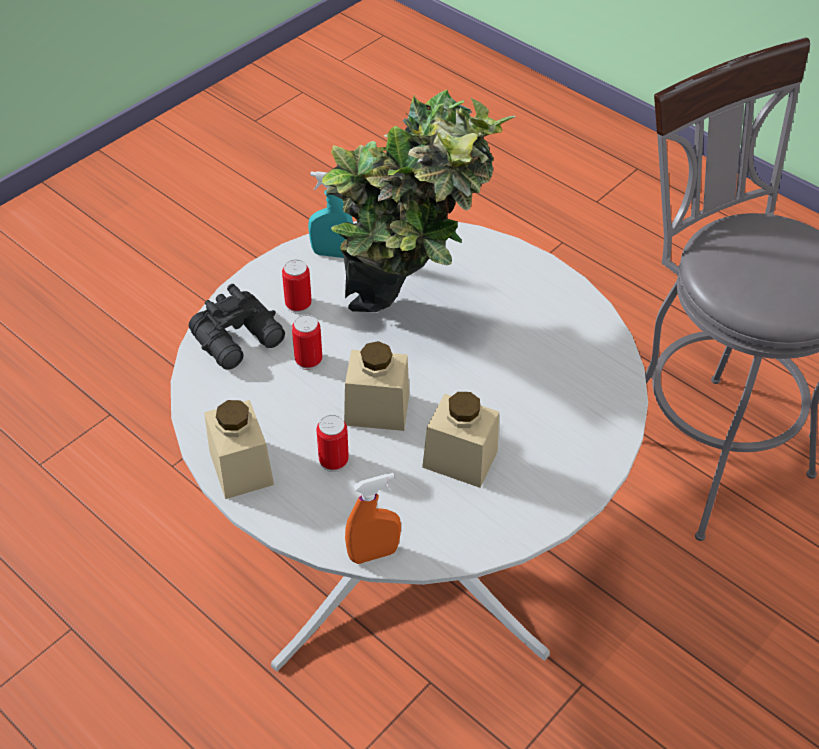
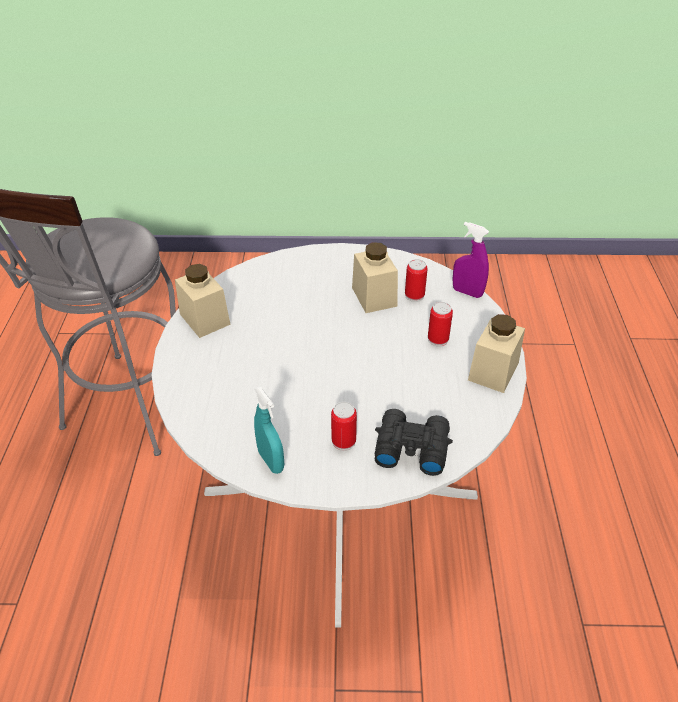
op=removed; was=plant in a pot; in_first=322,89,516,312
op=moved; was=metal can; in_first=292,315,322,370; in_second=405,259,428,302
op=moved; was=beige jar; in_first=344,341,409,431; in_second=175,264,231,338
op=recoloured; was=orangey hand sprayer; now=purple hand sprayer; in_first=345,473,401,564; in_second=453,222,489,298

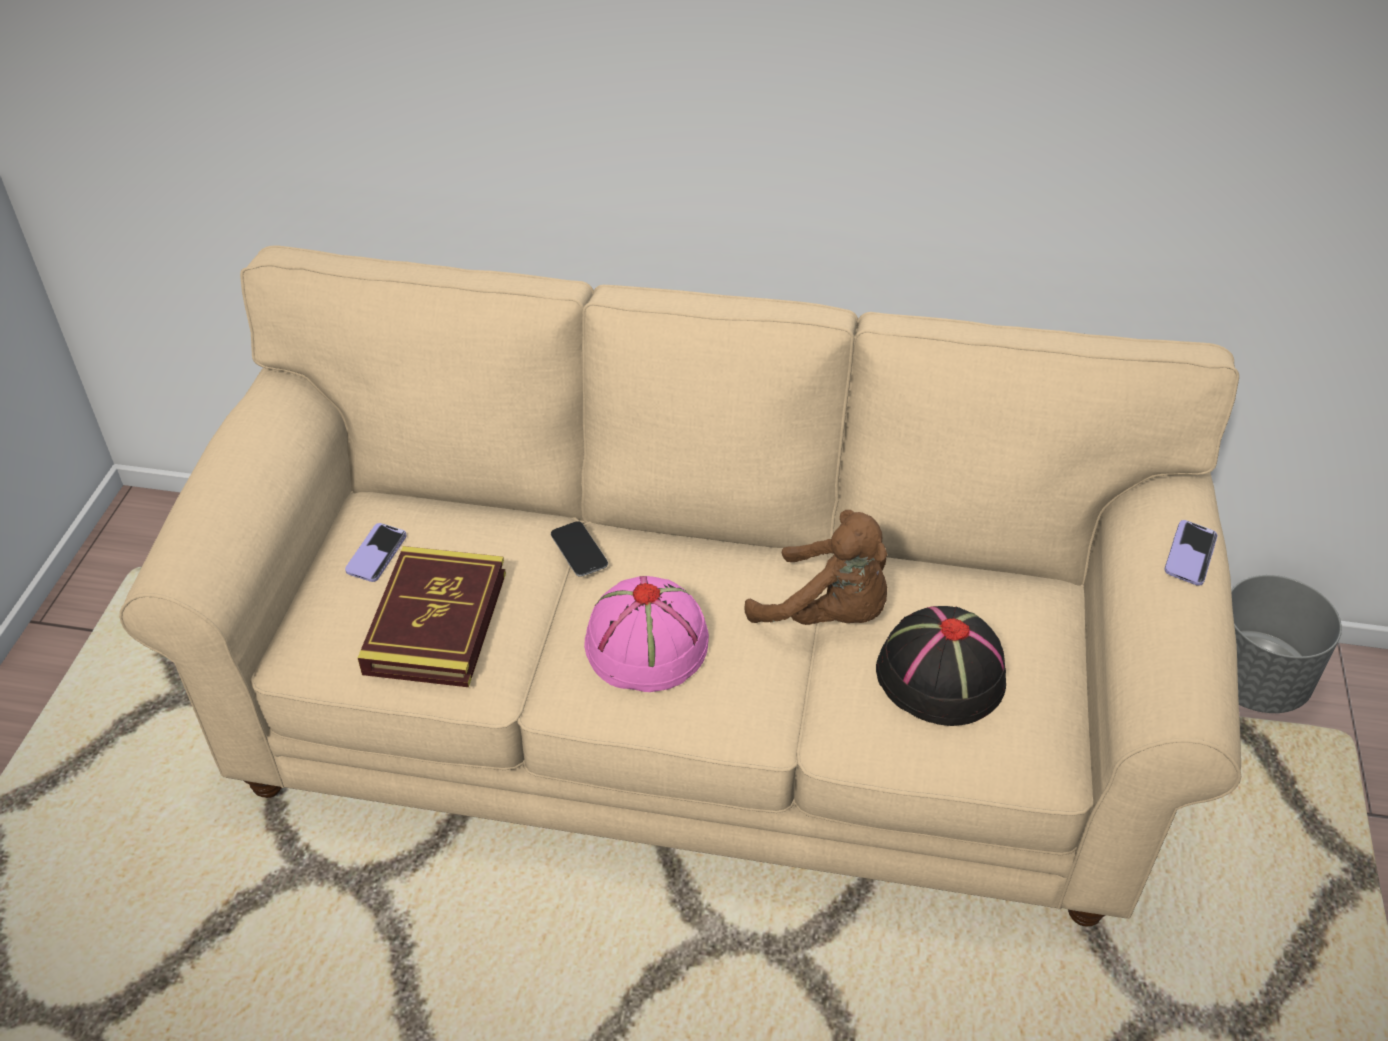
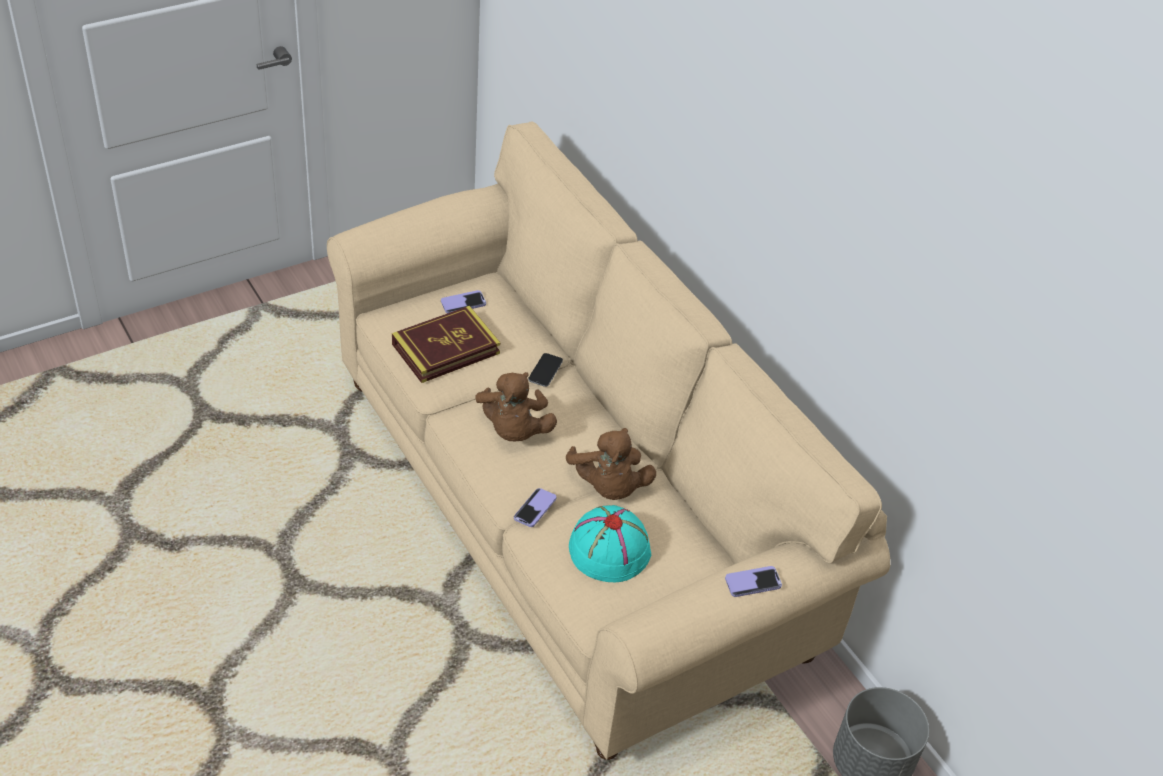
op=replaced; was=pink clothing hat; now=brownish plush toy; in_first=584,576,709,692; in_second=476,372,557,442
op=recoloured; was=blackish clothing hat; now=turquoise-coloured clothing hat; in_first=876,606,1006,726; in_second=569,505,651,582
op=added; now=telephone; in_second=514,488,556,527

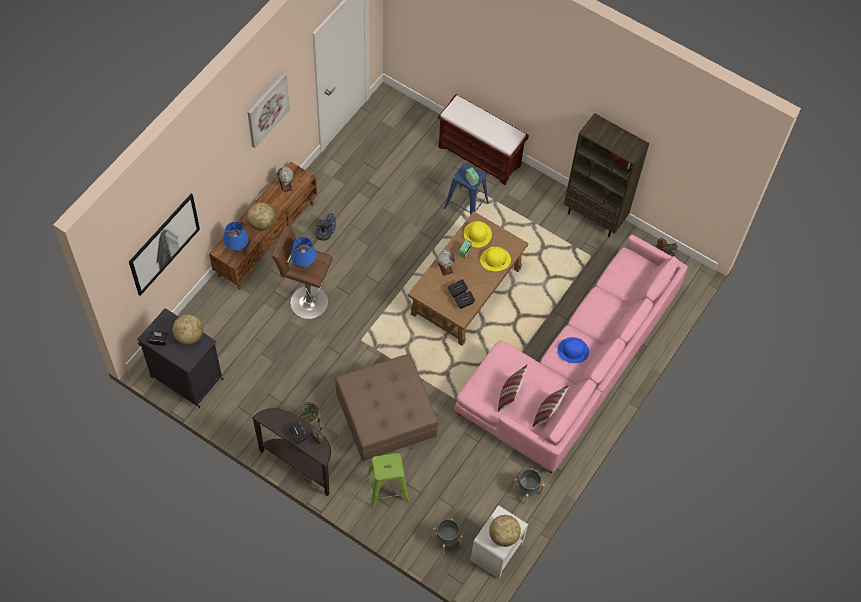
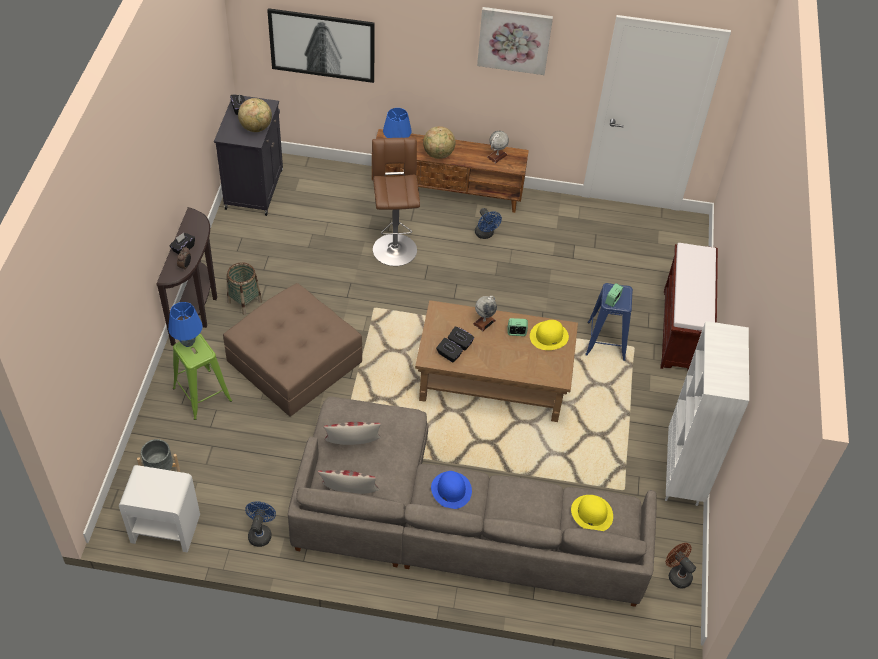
op=recoloured; was=brownish shelving unit; now=white-coloured shelving unit; in_first=564,113,649,237; in_second=665,321,749,506
op=recoloured; was=pink couch; now=greyish couch; in_first=455,235,688,473; in_second=288,397,657,607
op=moved; was=bluish lamp for a table; in_first=291,237,317,268; in_second=168,302,203,347
op=moved; was=yellow clothing hat; in_first=480,247,511,271; in_second=571,495,613,531
op=replaced; was=greyish flower pot; now=bluish electric fan; in_first=513,468,545,505; in_second=245,501,276,547
op=removed; was=world globe; in_first=489,515,521,547

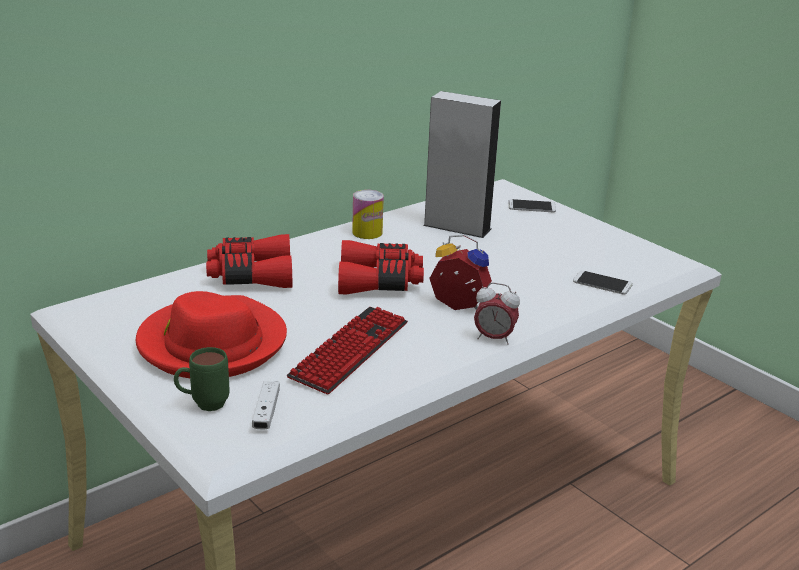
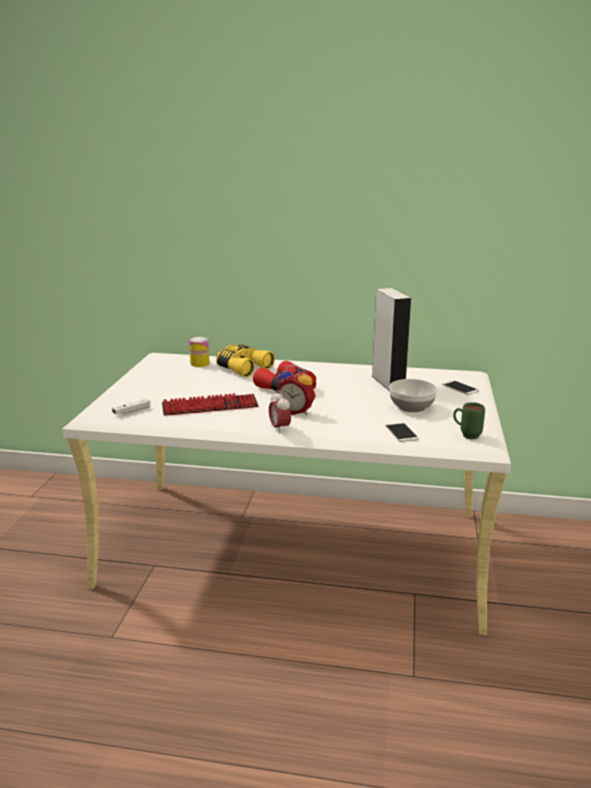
op=moved; was=metal can; in_first=352,190,384,239; in_second=189,337,210,367
op=recoloured; was=reddish binoculars; now=yellow binoculars; in_first=206,234,292,288; in_second=216,344,275,377
op=turned; was=alarm clock; in_first=429,235,492,310; in_second=276,365,316,415; clockwise=135
op=removed; was=reddish clothing hat; in_first=136,291,287,378
op=moved; was=green mug; in_first=174,347,230,411; in_second=453,402,485,439
op=added; now=bowl; in_second=389,379,437,413

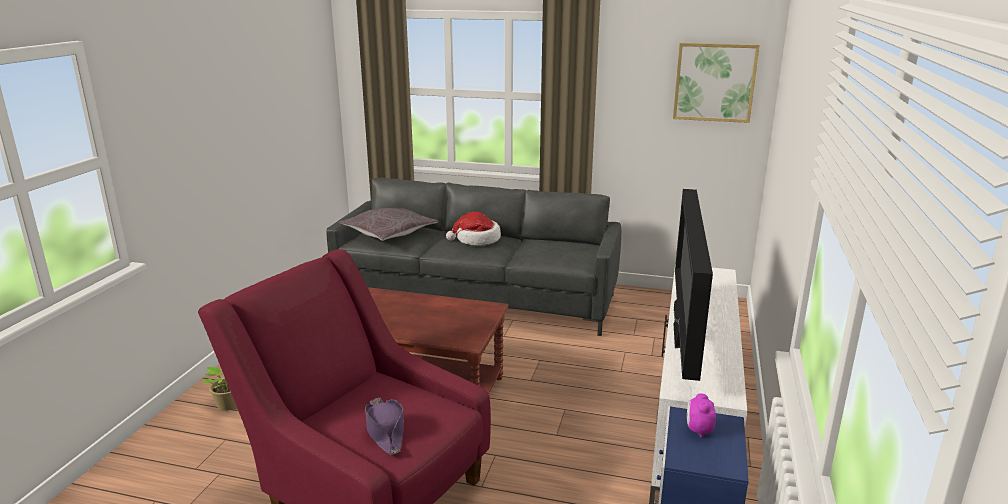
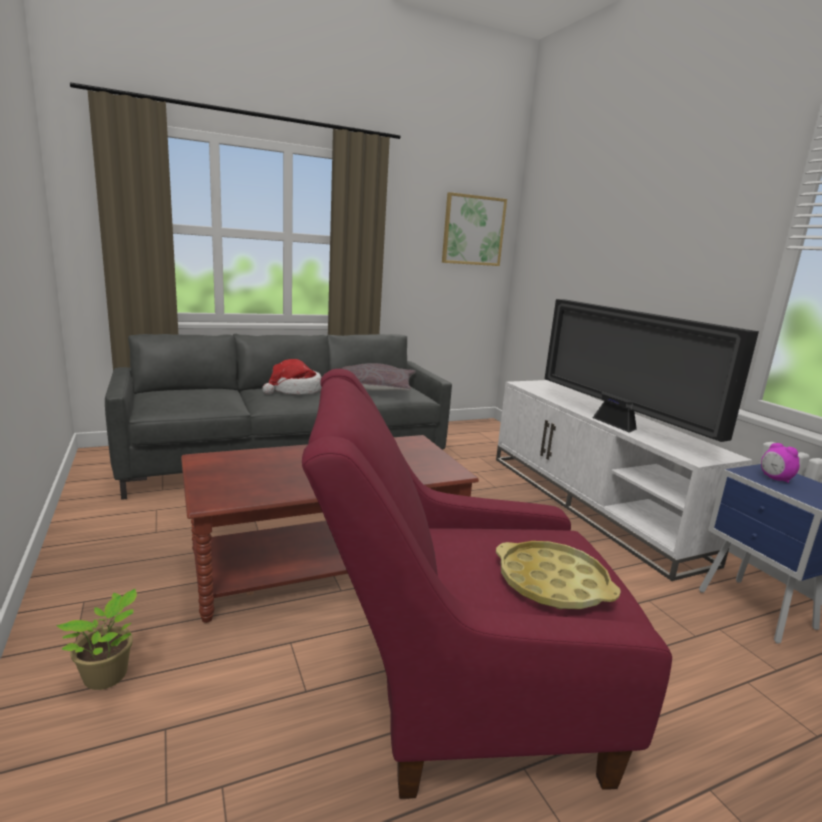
op=moved; was=greyish pillow; in_first=339,208,438,241; in_second=341,363,416,391
op=replaced; was=purple clothing hat; now=yellow carrying tray; in_first=365,397,404,455; in_second=496,541,621,609

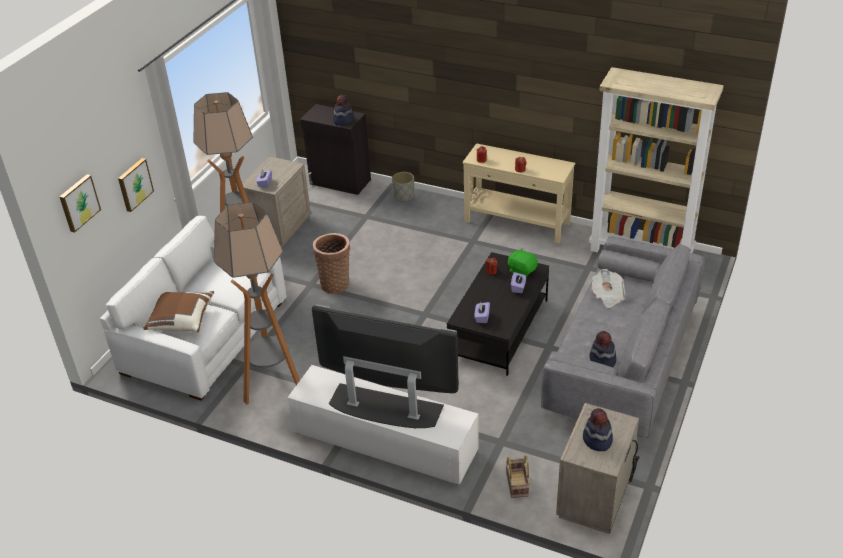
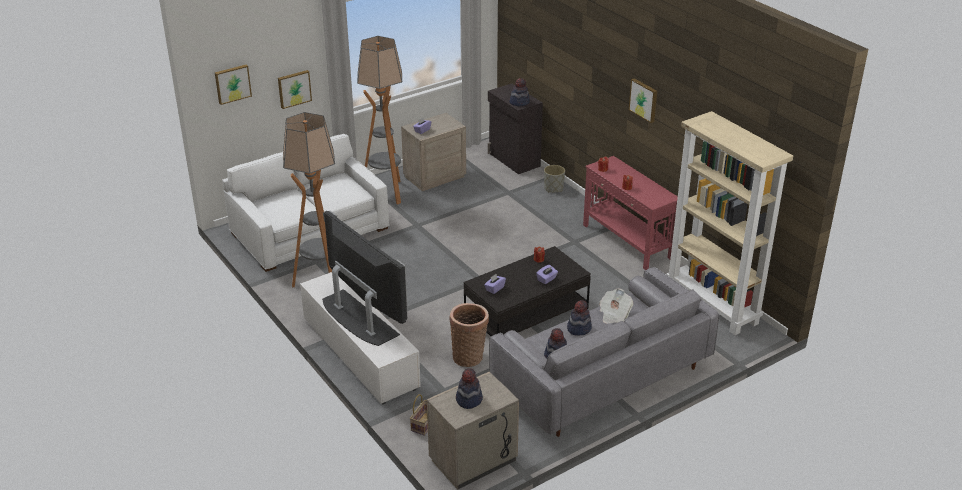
op=recoloured; was=beige console table; now=reddish console table; in_first=462,143,575,243; in_second=583,156,678,270
op=moved; was=storage basket; in_first=313,233,350,294; in_second=449,303,489,367
op=removed; was=green plush toy; in_first=508,248,538,277
op=removed; was=brownish pillow; in_first=143,291,214,333
op=added; now=wall picture; in_second=629,78,657,123
op=added; now=clothing hat; in_second=567,300,592,336

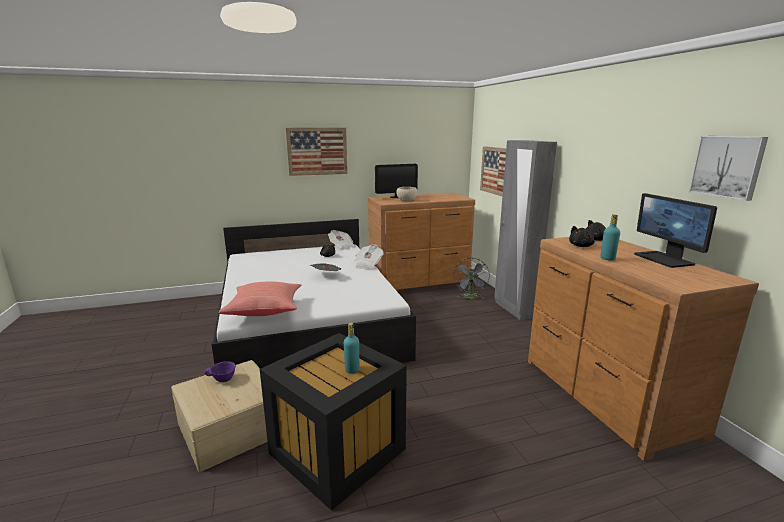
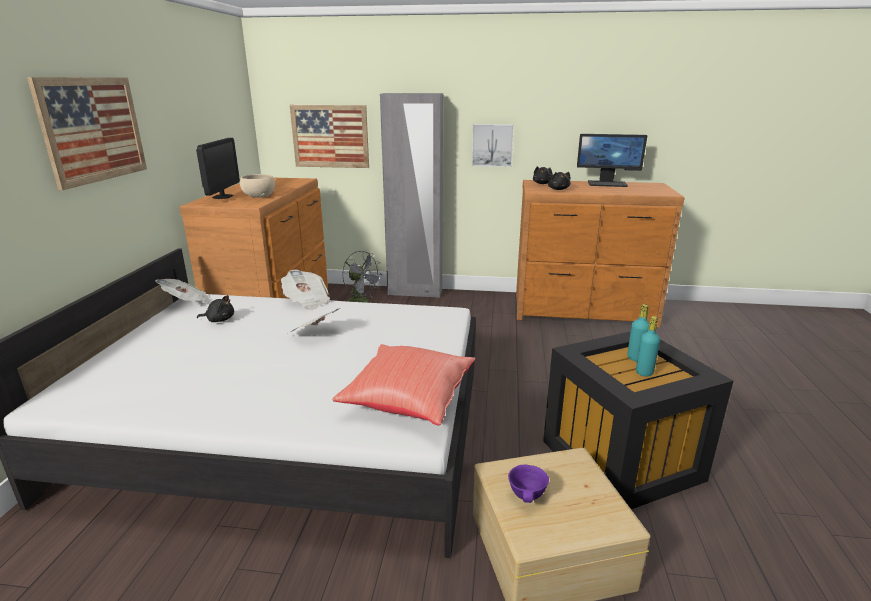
op=moved; was=wall picture; in_first=689,136,768,201; in_second=472,124,514,167
op=moved; was=turquoise-coloured bottle; in_first=600,214,620,261; in_second=636,316,660,376

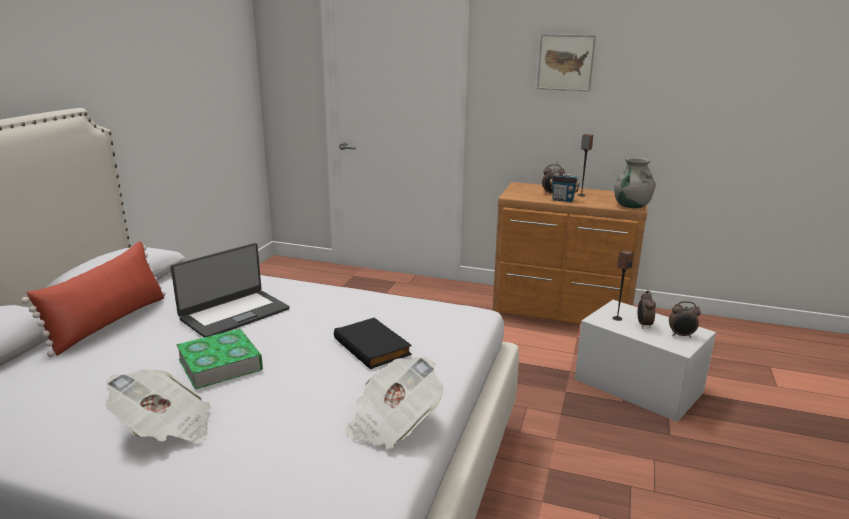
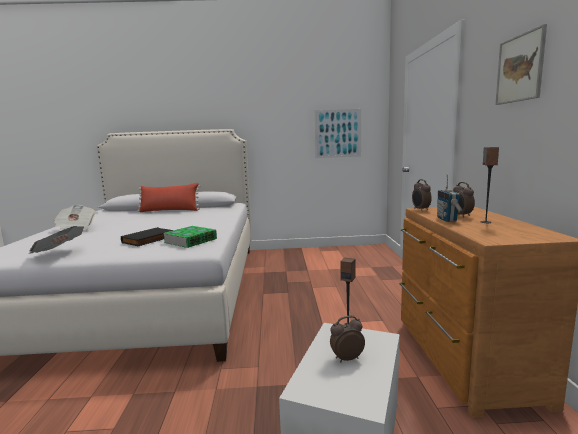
op=removed; was=greyish flower vase; in_first=614,157,656,208
op=removed; was=notebook computer; in_first=171,243,290,337
op=moved; was=alarm clock; in_first=669,301,701,338; in_second=412,179,432,211
op=moved; was=bound book; in_first=176,329,263,389; in_second=163,226,217,248
op=added; now=wall picture; in_second=314,109,361,158

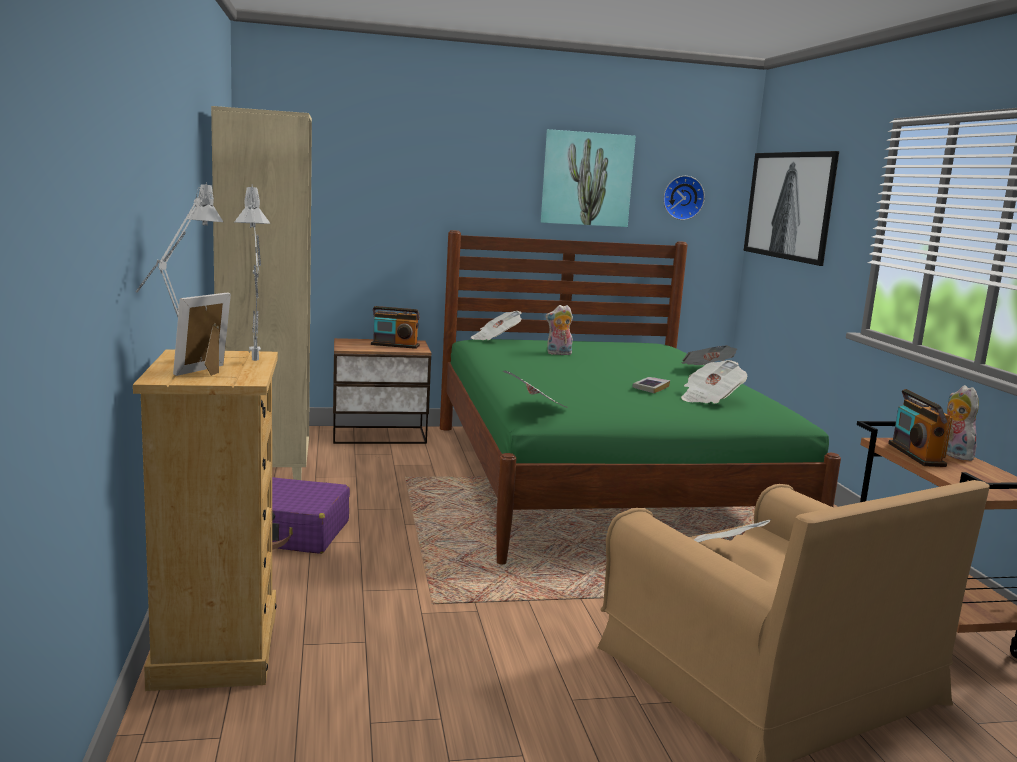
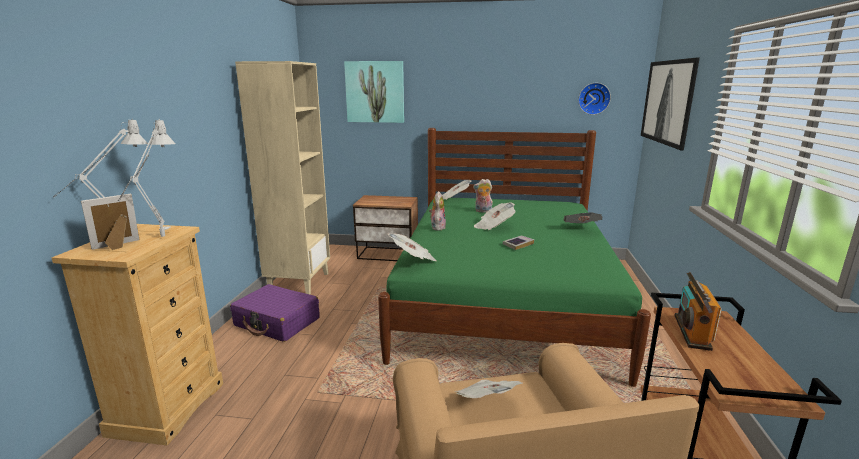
op=moved; was=wall picture; in_first=541,129,636,227; in_second=344,61,404,123
op=removed; was=radio; in_first=371,306,420,349
op=moved; was=daily paper; in_first=681,360,747,404; in_second=474,202,516,230
op=moved; was=plush toy; in_first=947,385,979,461; in_second=429,191,446,231

